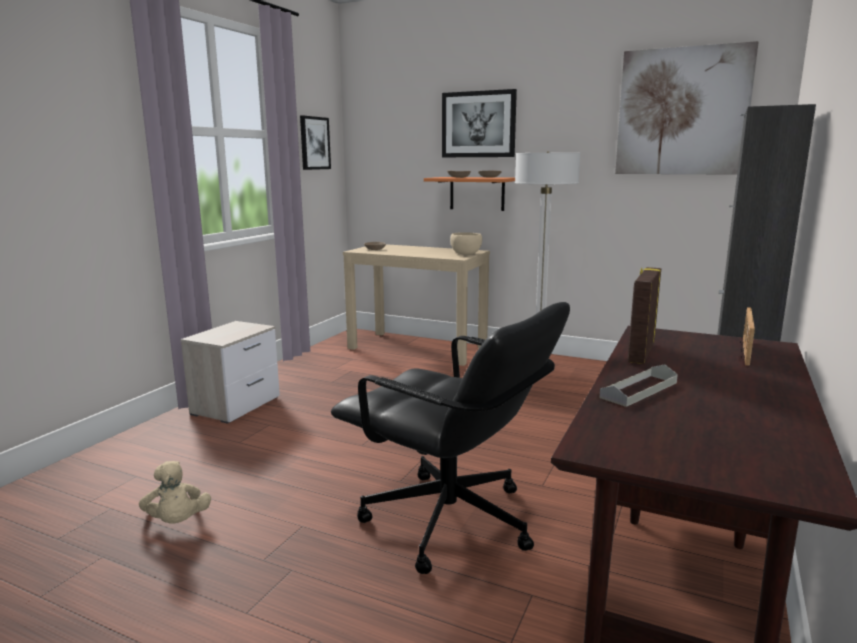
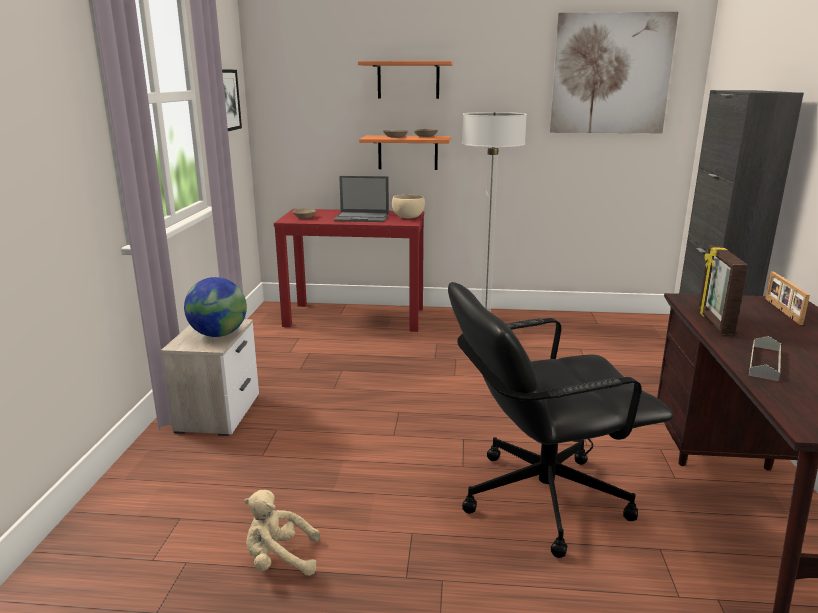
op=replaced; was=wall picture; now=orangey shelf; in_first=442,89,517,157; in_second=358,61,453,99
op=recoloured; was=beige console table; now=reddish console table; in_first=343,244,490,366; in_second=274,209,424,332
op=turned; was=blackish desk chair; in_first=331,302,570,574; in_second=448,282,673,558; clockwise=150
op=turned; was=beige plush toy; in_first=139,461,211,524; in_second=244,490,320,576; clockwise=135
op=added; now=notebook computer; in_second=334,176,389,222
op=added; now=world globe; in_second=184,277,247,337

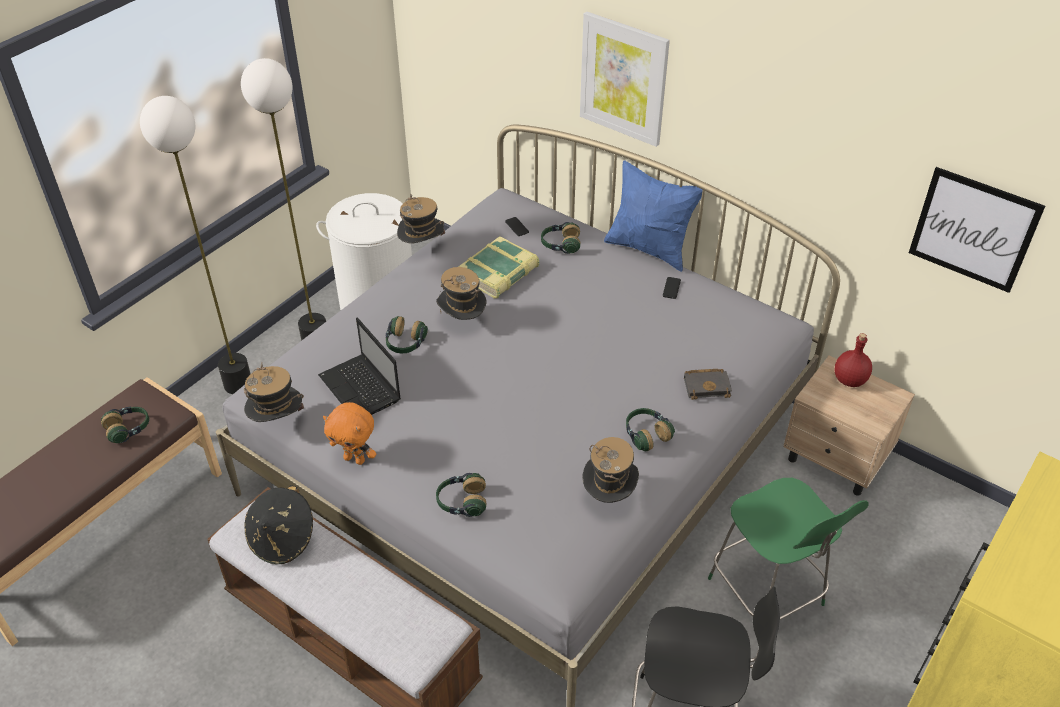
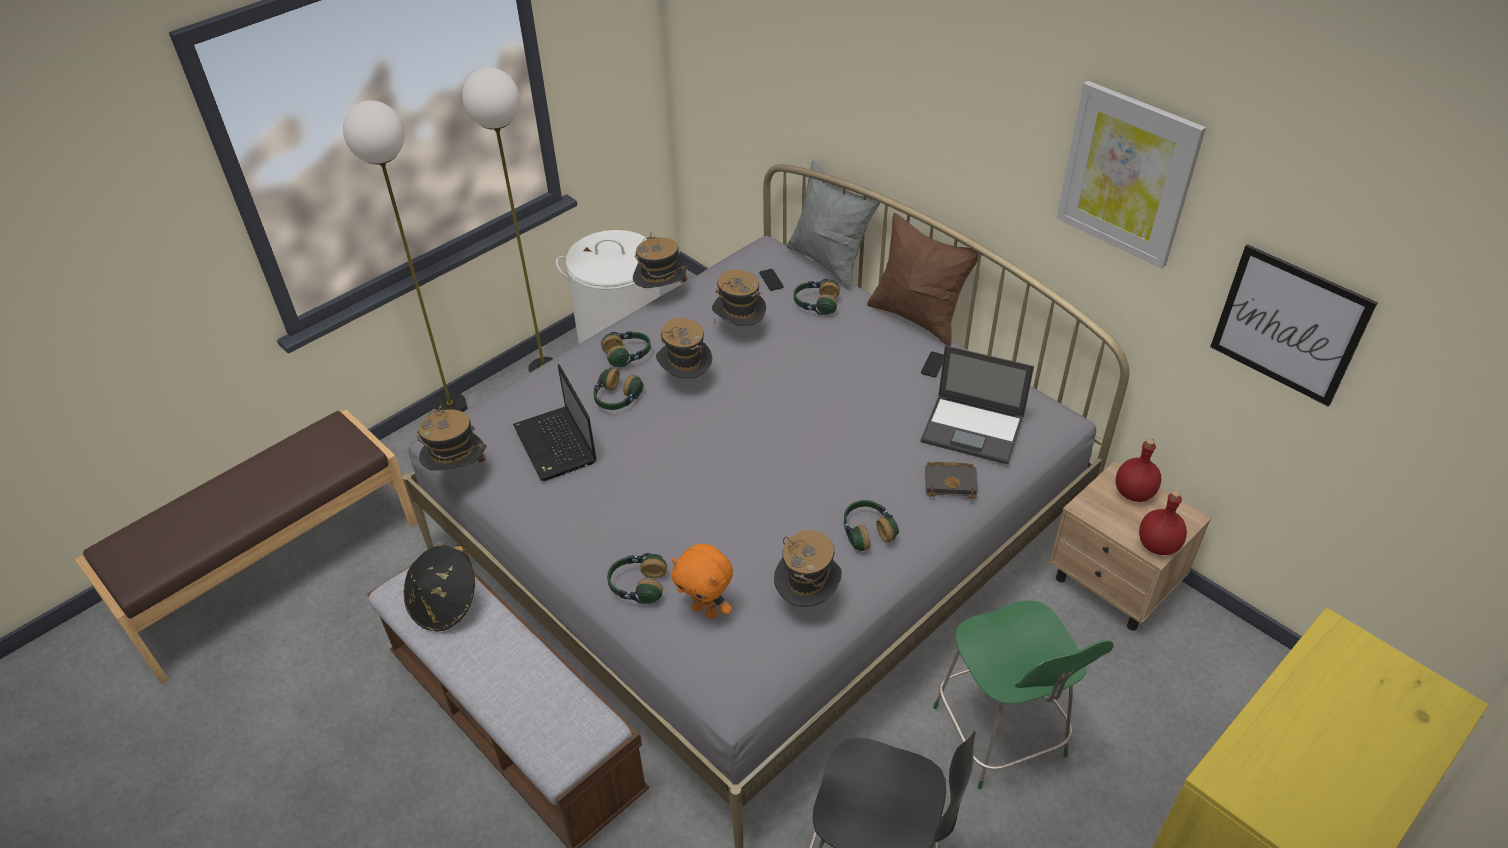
op=moved; was=wall picture; in_first=580,12,670,147; in_second=1056,81,1206,269
op=recoloured; was=bluish pillow; now=brownish pillow; in_first=604,160,703,272; in_second=867,213,979,346
op=replaced; was=bound book; now=clothing hat; in_first=458,236,540,299; in_second=712,270,766,326
op=moved; was=orangey plush toy; in_first=323,402,376,465; in_second=672,544,733,619
op=moved; was=pair of headphones; in_first=101,407,149,443; in_second=601,332,651,367
op=added; now=greyish pillow; in_second=786,161,880,291
op=added; now=notebook computer; in_second=921,345,1034,465
op=added; now=reddish bottle; in_second=1139,490,1187,555

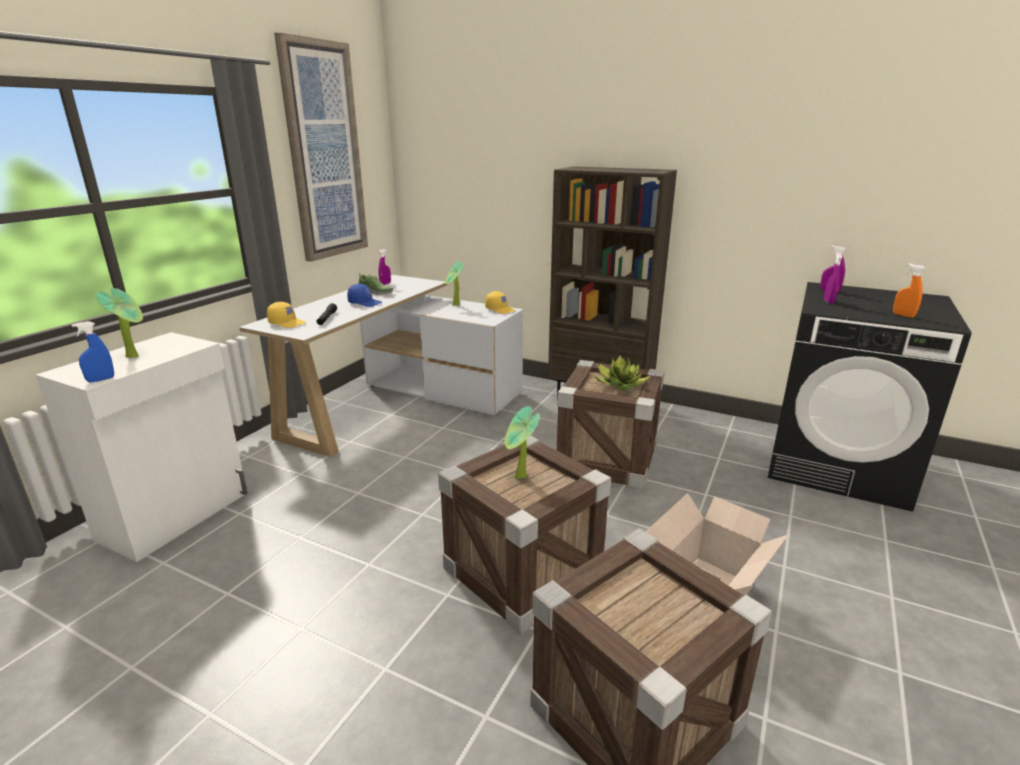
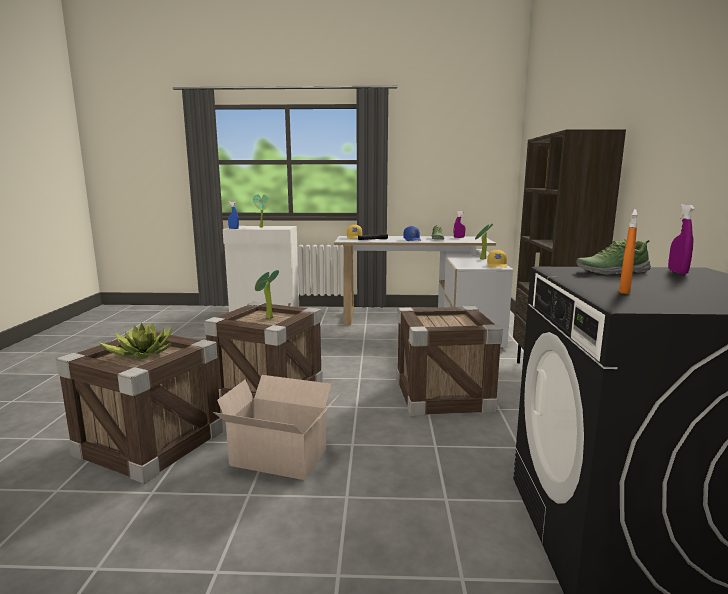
op=removed; was=wall picture; in_first=274,32,368,262
op=replaced; was=purple hand sprayer; now=shoe; in_first=824,253,842,304; in_second=577,239,651,275
op=moved; was=plant in a pot; in_first=594,355,651,391; in_second=98,322,173,359

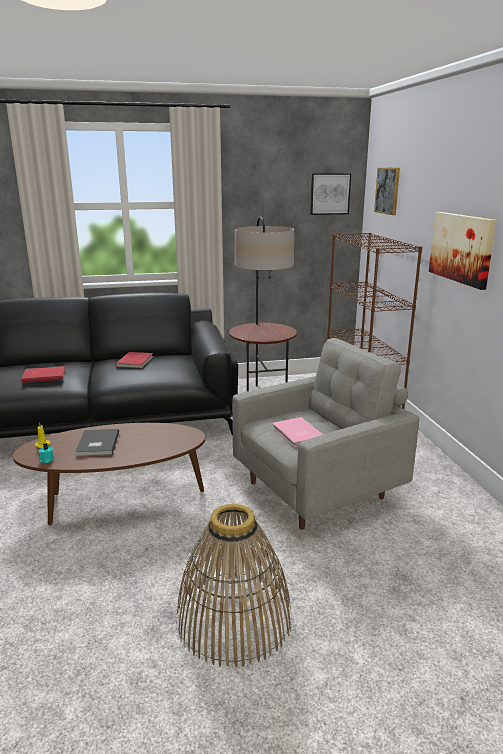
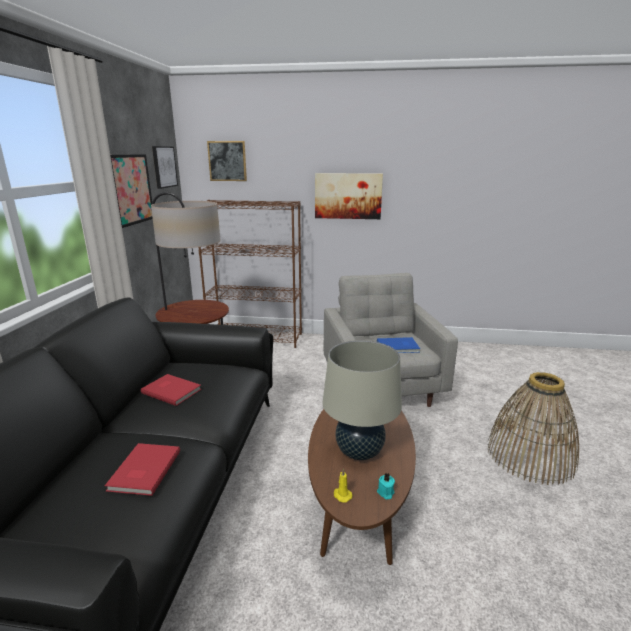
op=recoloured; was=pink bound book; now=bluish bound book; in_first=272,417,323,447; in_second=377,337,420,353
op=replaced; was=greyish bound book; now=beige lamp for a table; in_first=75,429,119,457; in_second=322,340,402,460
op=added; now=wall picture; in_second=110,154,153,228

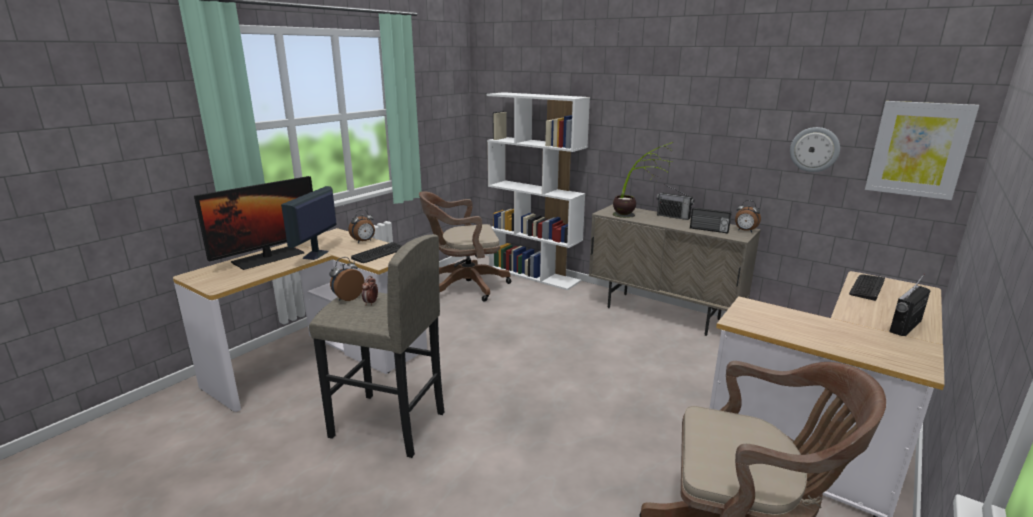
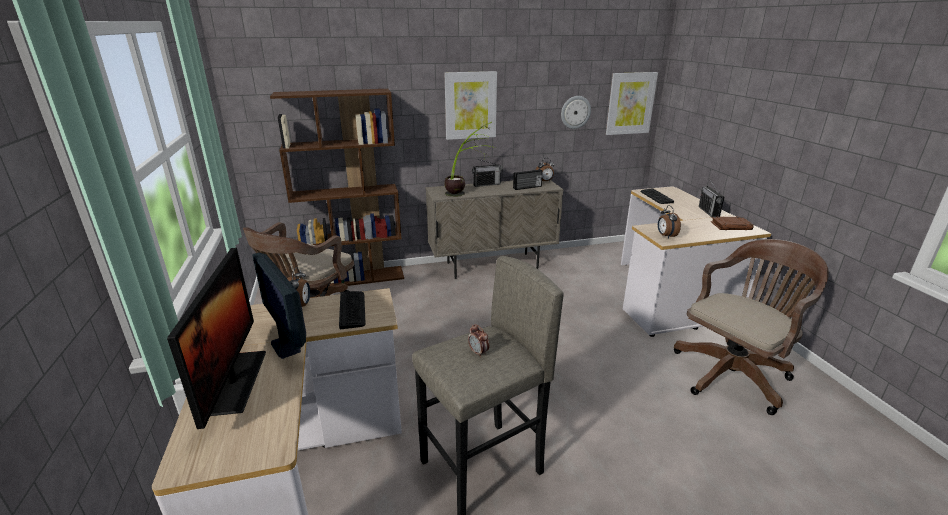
op=recoloured; was=white-coloured shelving unit; now=brownish shelving unit; in_first=487,92,590,290; in_second=270,89,404,286
op=moved; was=alarm clock; in_first=329,257,365,301; in_second=658,205,681,239
op=added; now=wall picture; in_second=445,71,497,140
op=added; now=brownish bound book; in_second=711,216,753,230

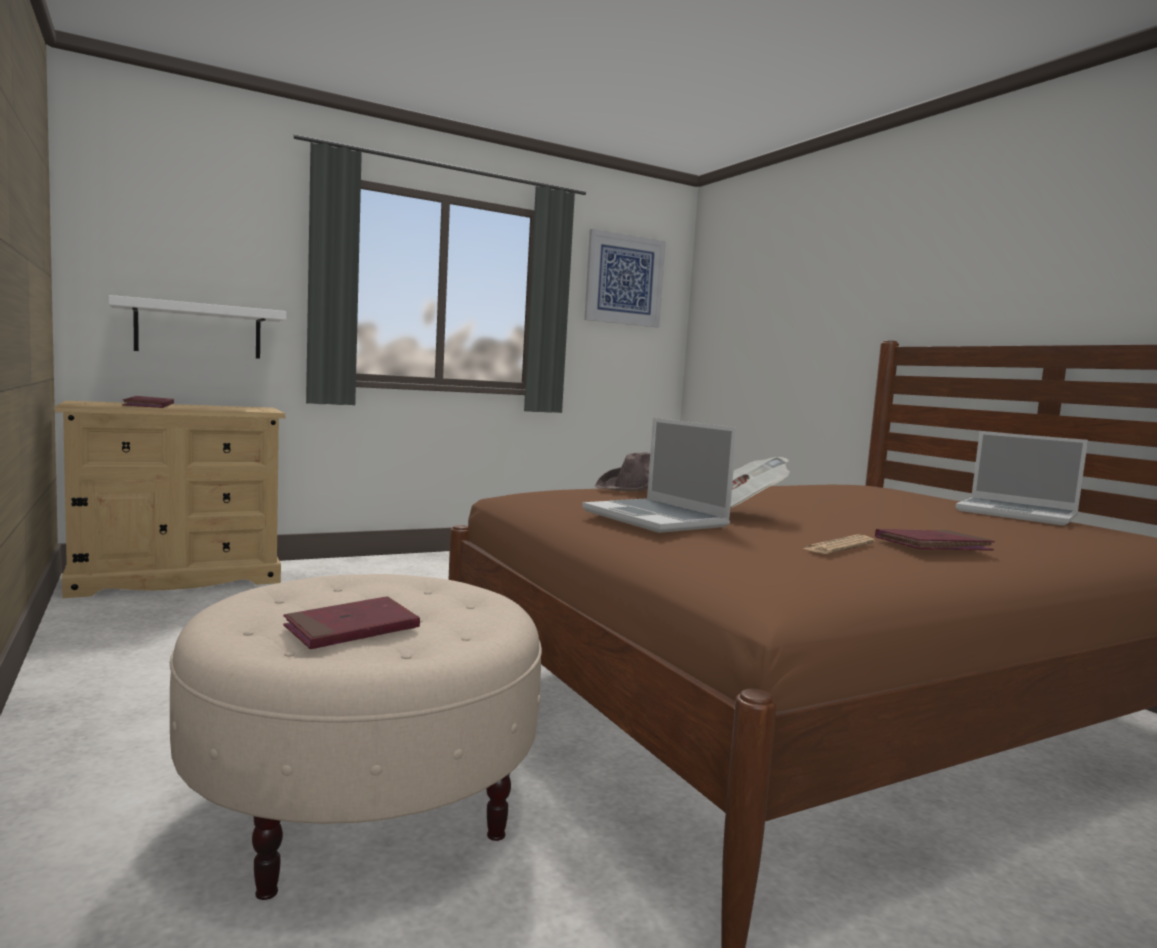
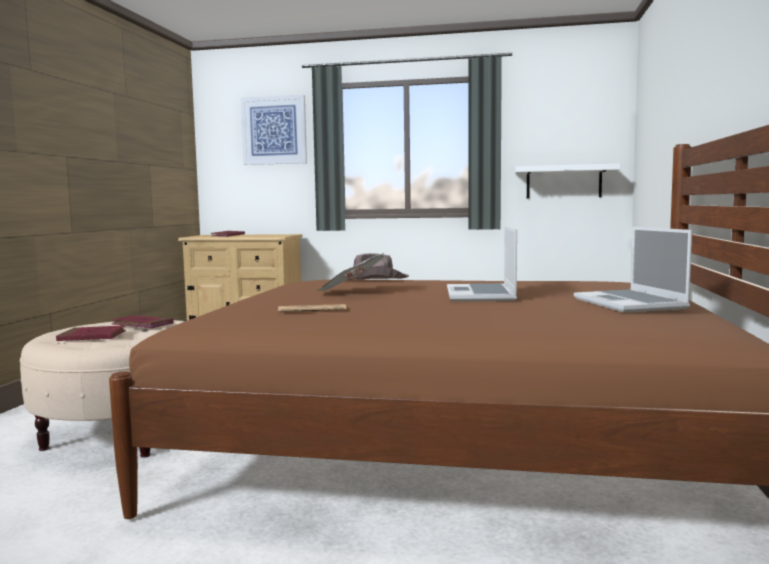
op=moved; was=wall picture; in_first=584,229,666,327; in_second=240,95,307,165
op=moved; was=white-coloured shelf; in_first=109,295,287,359; in_second=515,164,620,198
op=moved; was=notebook computer; in_first=582,418,737,533; in_second=447,226,517,301
op=moved; was=reddish bound book; in_first=875,529,995,551; in_second=111,315,174,328

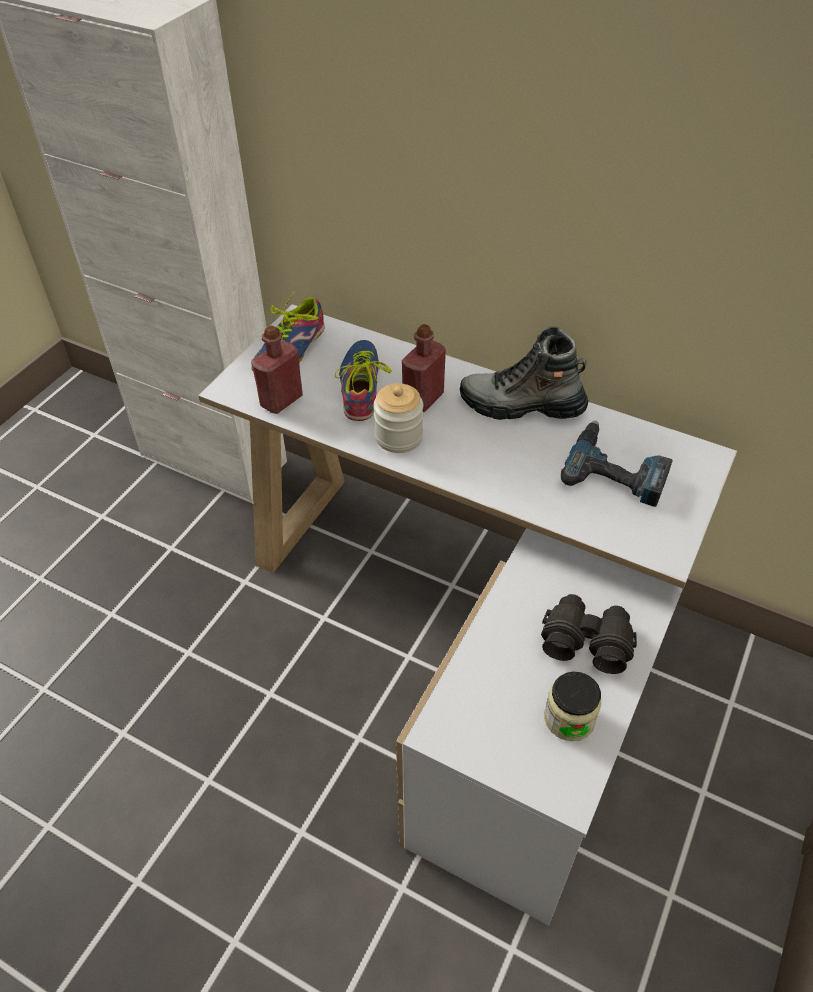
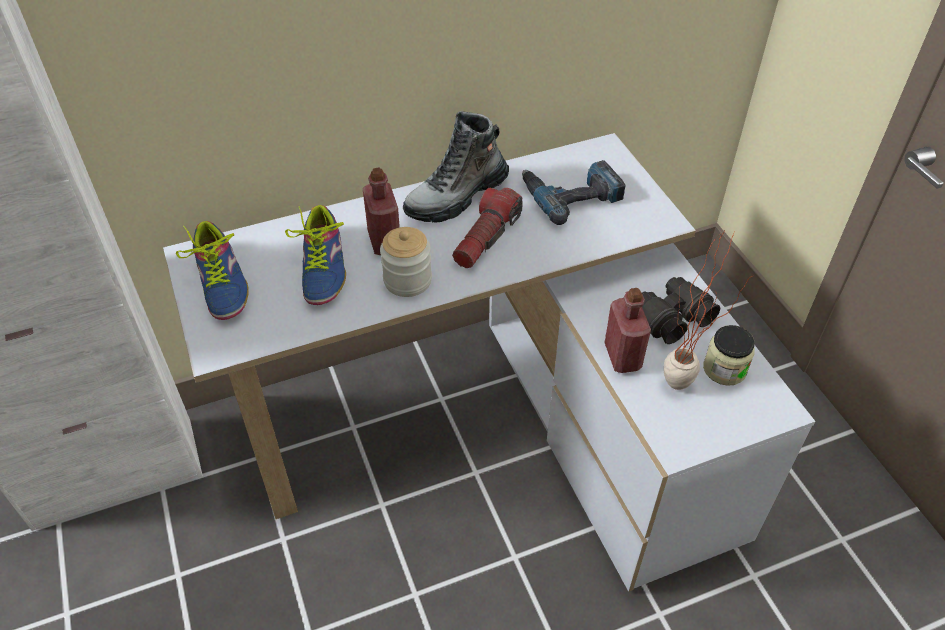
op=moved; was=reddish bottle; in_first=251,325,303,414; in_second=604,288,651,373
op=turned; was=shoe; in_first=335,340,392,421; in_second=285,205,346,305; clockwise=-135
op=added; now=torch; in_second=452,188,523,268
op=added; now=plant in a pot; in_second=664,231,754,390

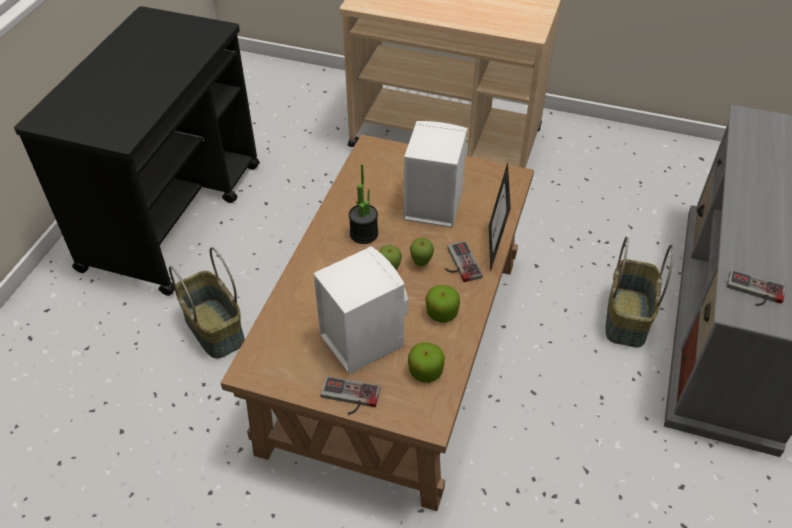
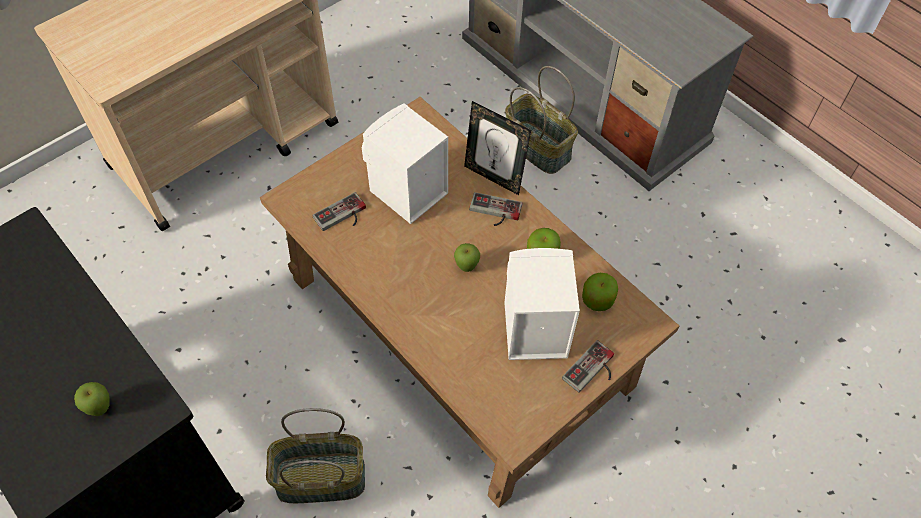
op=removed; was=plant in a pot; in_first=349,164,378,244
op=moved; was=whole apple; in_first=410,238,434,267; in_second=74,382,110,416
op=moved; was=joypad; in_first=727,270,786,306; in_second=313,192,366,231

